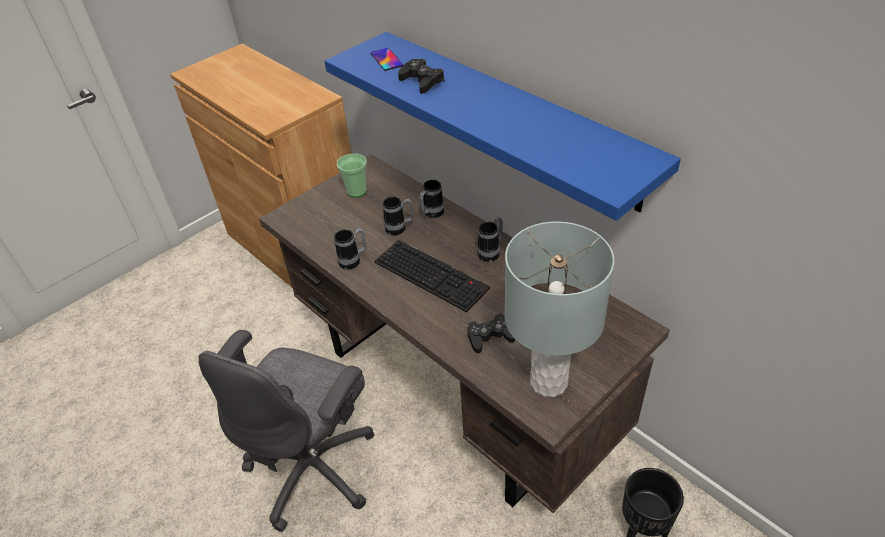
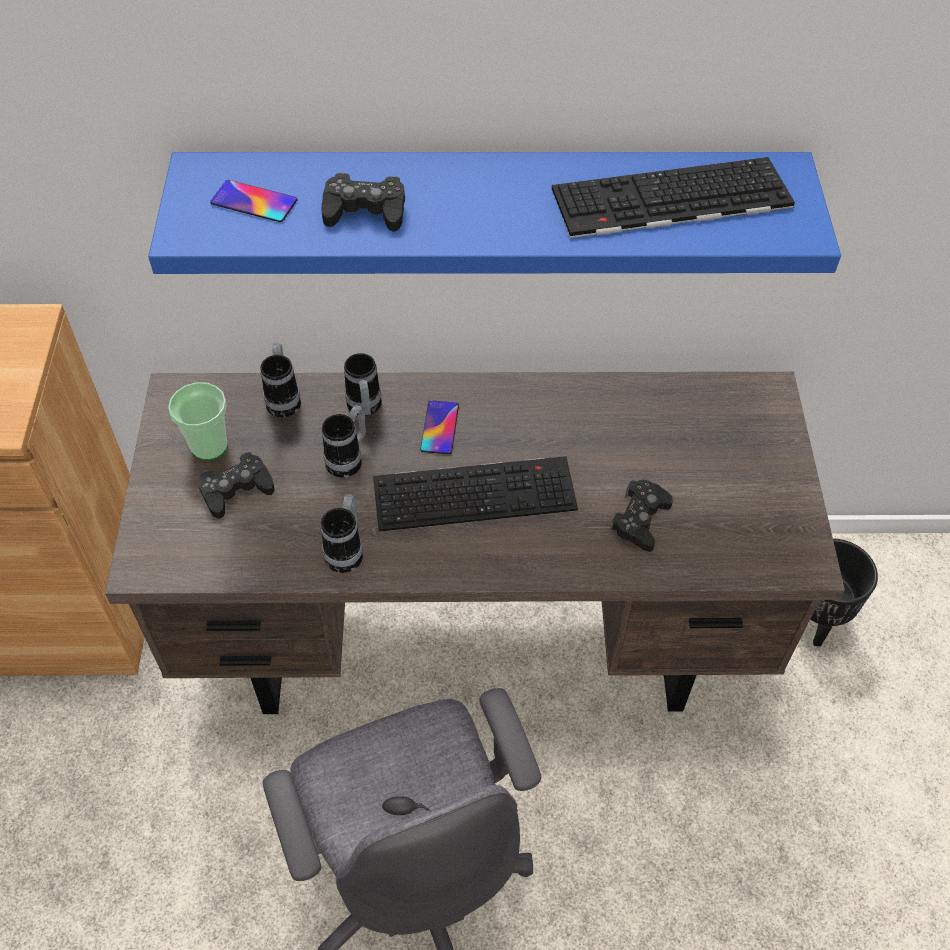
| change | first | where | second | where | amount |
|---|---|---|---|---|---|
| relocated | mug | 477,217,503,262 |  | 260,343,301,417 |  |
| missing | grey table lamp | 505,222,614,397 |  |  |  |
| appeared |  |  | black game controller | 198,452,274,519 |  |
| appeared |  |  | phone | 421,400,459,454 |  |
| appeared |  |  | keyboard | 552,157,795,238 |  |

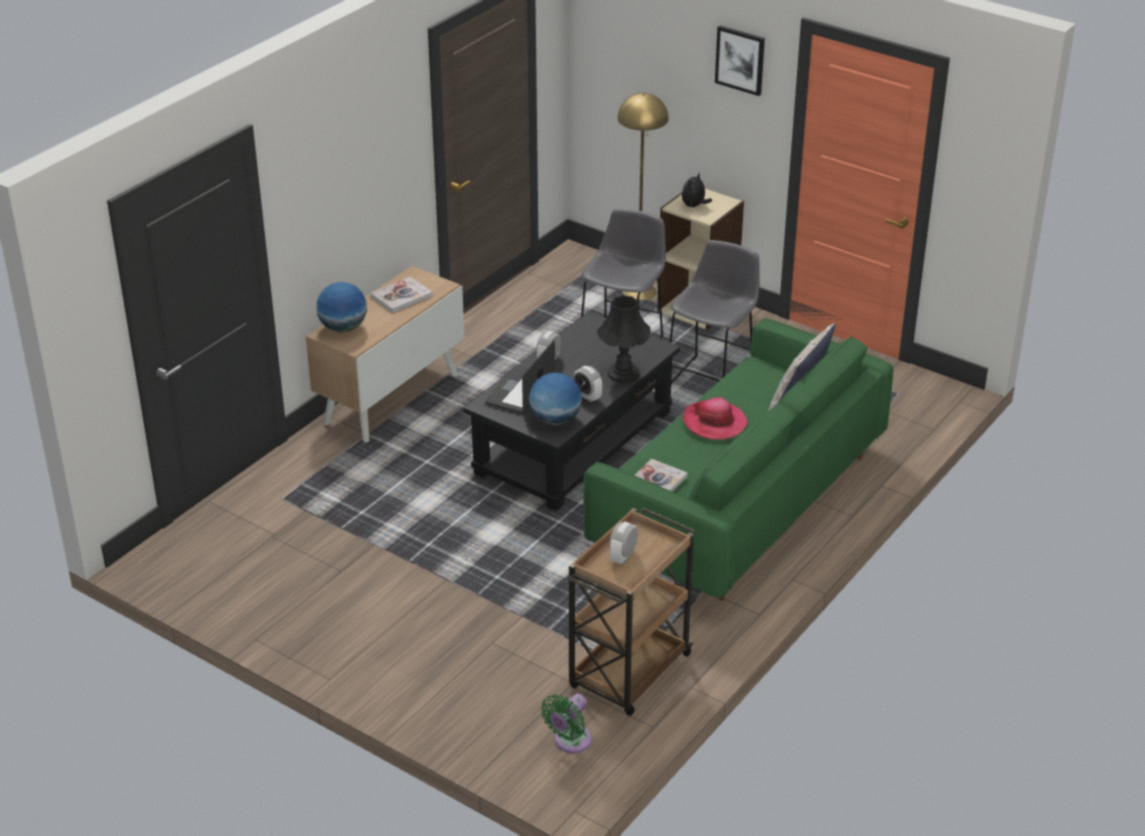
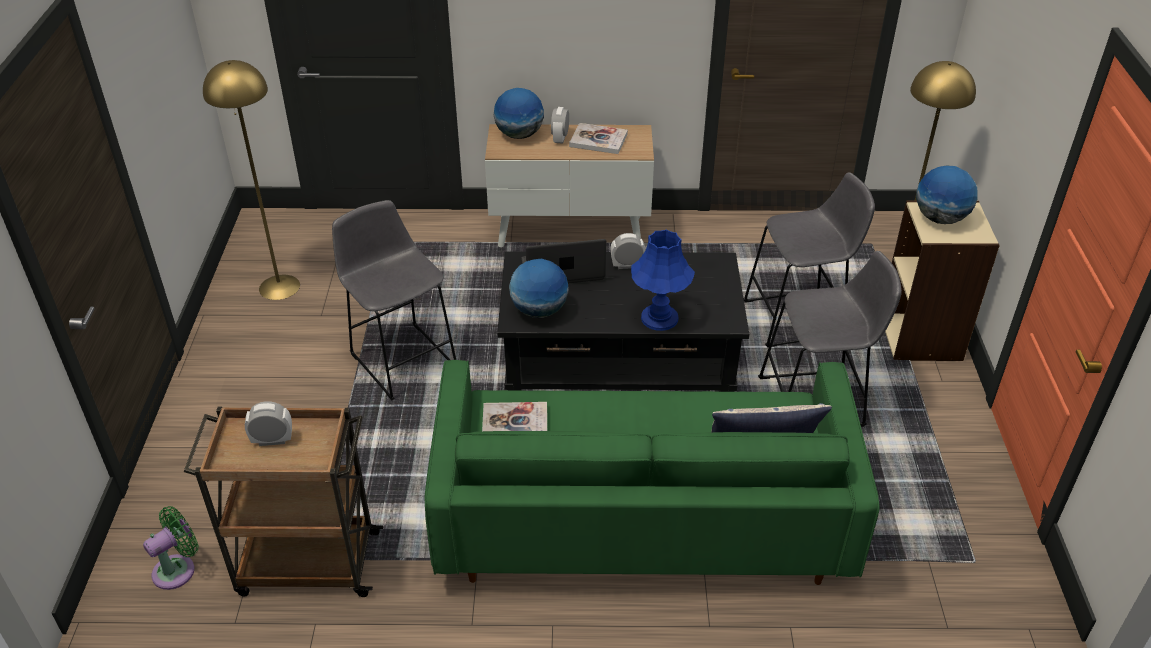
| change | first | where | second | where | amount |
|---|---|---|---|---|---|
| spun | green fan | 541,694,592,753 |  | 143,506,198,590 | 135 degrees clockwise |
| relocated | alarm clock | 573,366,602,402 |  | 551,107,569,144 |  |
| colour | black table lamp | 597,295,650,383 | blue table lamp | 631,229,695,331 |  |
| exchanged | plush toy | 682,173,712,207 | globe | 916,166,978,224 |  |
| missing | hat | 683,397,748,440 |  |  |  |
| missing | picture | 715,26,765,96 |  |  |  |
| appeared |  |  | yellow floor lamp | 203,60,300,300 |  |
| appeared |  |  | grey stool | 332,200,456,400 |  |

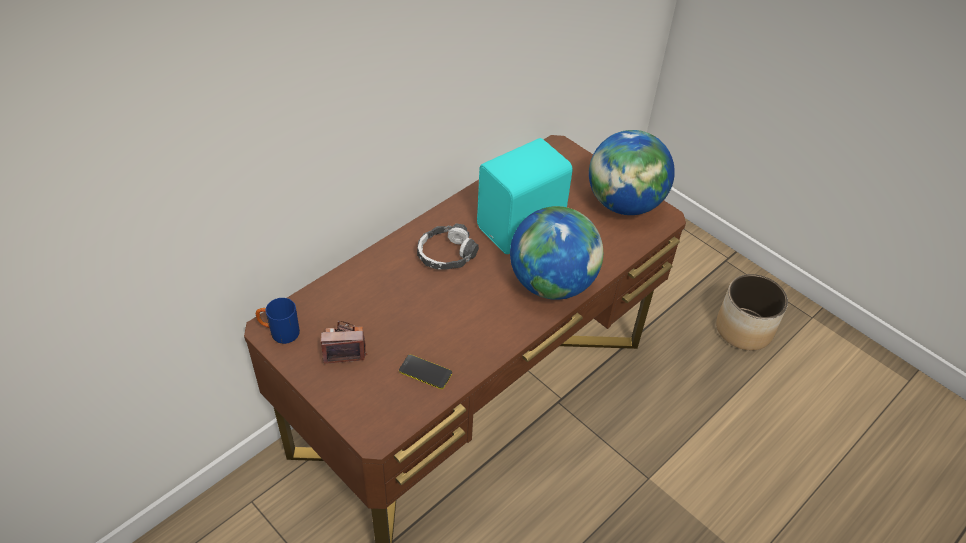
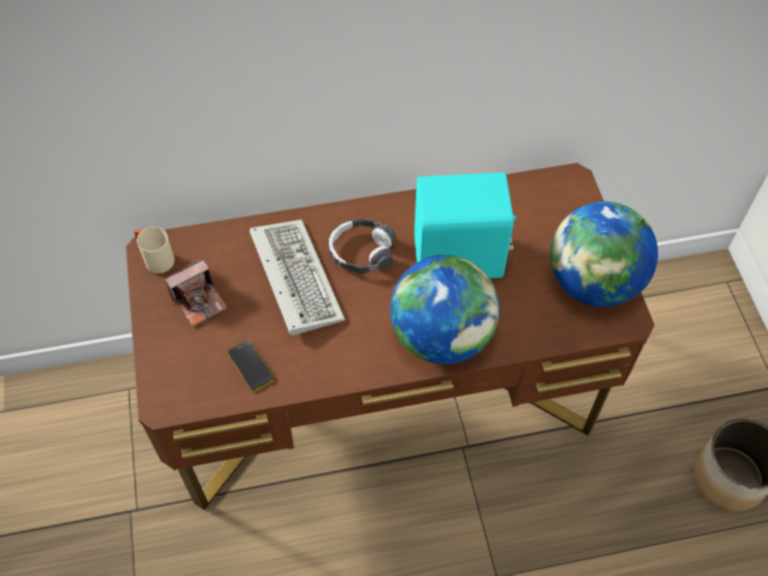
| change | first | where | second | where | amount |
|---|---|---|---|---|---|
| colour | blue mug | 256,298,300,344 | beige mug | 134,227,174,273 |  |
| spun | photo camera | 321,321,367,364 |  | 164,258,227,327 | 120 degrees clockwise |
| appeared |  |  | keyboard | 250,219,345,335 |  |

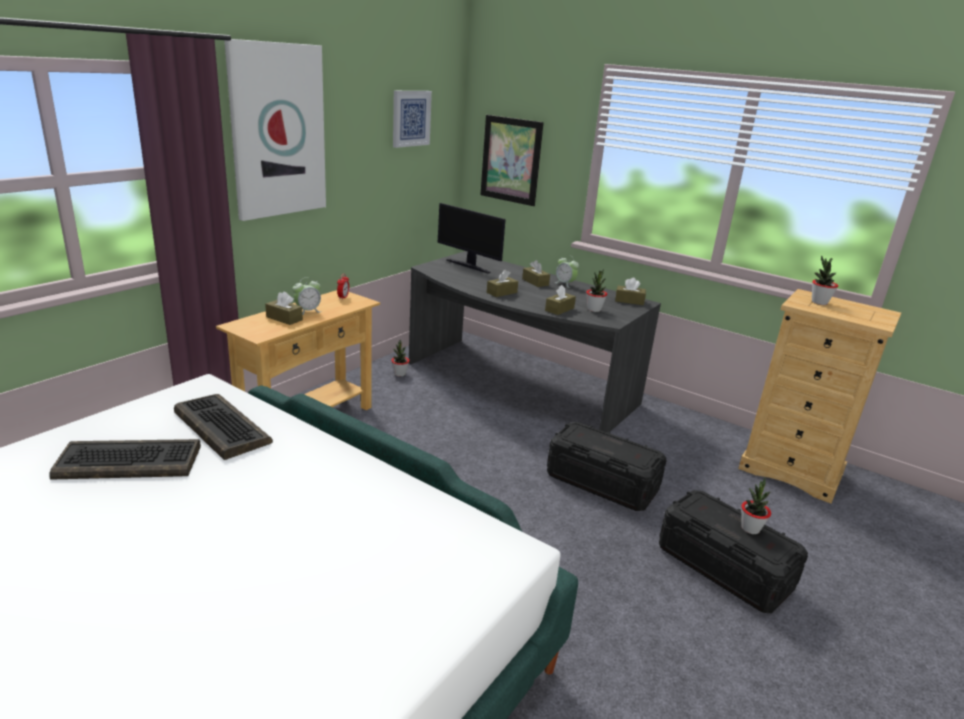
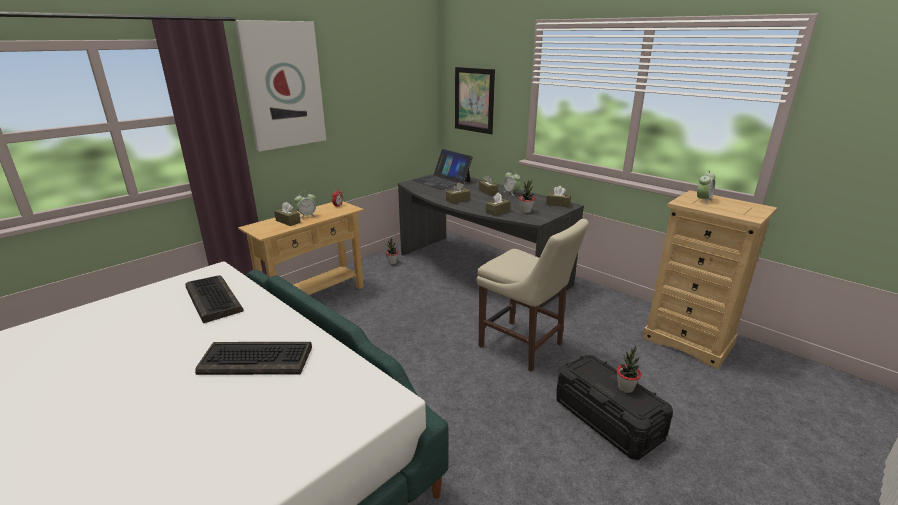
| change | first | where | second | where | amount |
|---|---|---|---|---|---|
| relocated | keyboard | 49,439,201,480 |  | 195,342,312,375 |  |
| missing | picture | 393,91,432,148 |  |  |  |
| exchanged | monitor | 437,203,506,274 | laptop | 412,149,473,190 |  |
| exchanged | black storage box | 547,422,667,511 | beige chair | 477,219,589,372 |  |
| exchanged | potted plant | 812,256,838,305 | alarm clock | 697,170,715,205 |  |

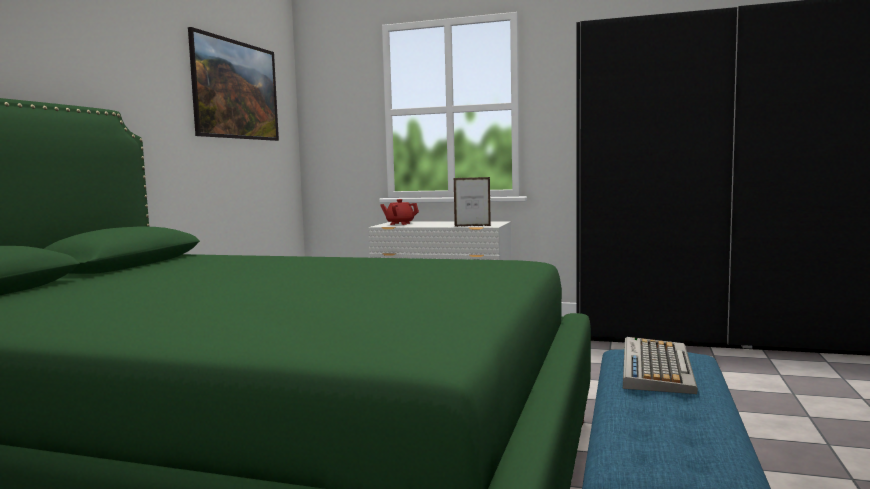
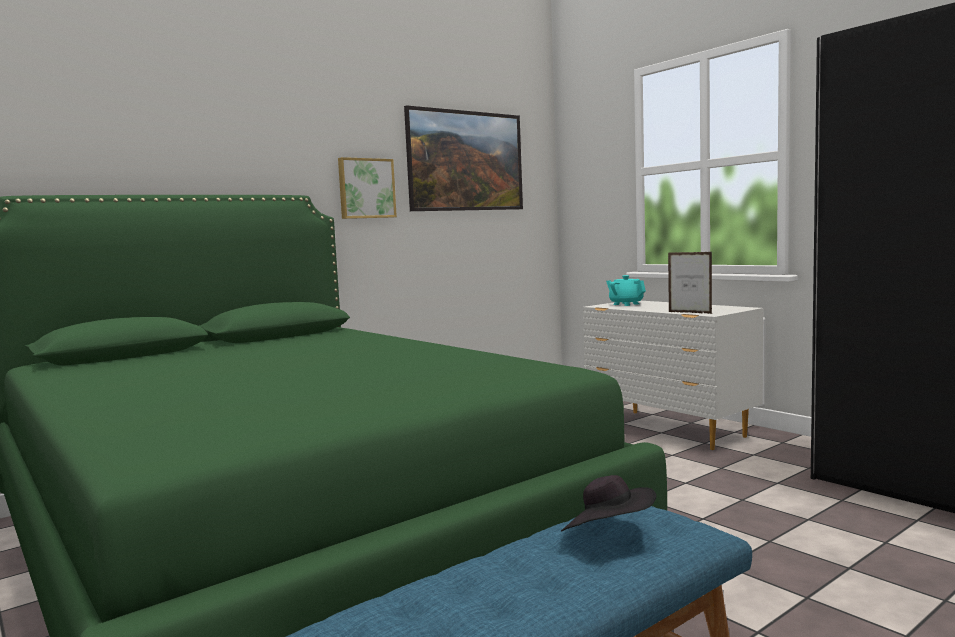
| change | first | where | second | where | amount |
|---|---|---|---|---|---|
| colour | red teapot | 380,199,419,225 | turquoise teapot | 606,275,646,306 |  |
| exchanged | keyboard | 623,337,698,394 | black hat | 561,475,656,531 |  |
| appeared |  |  | picture | 338,157,397,219 |  |

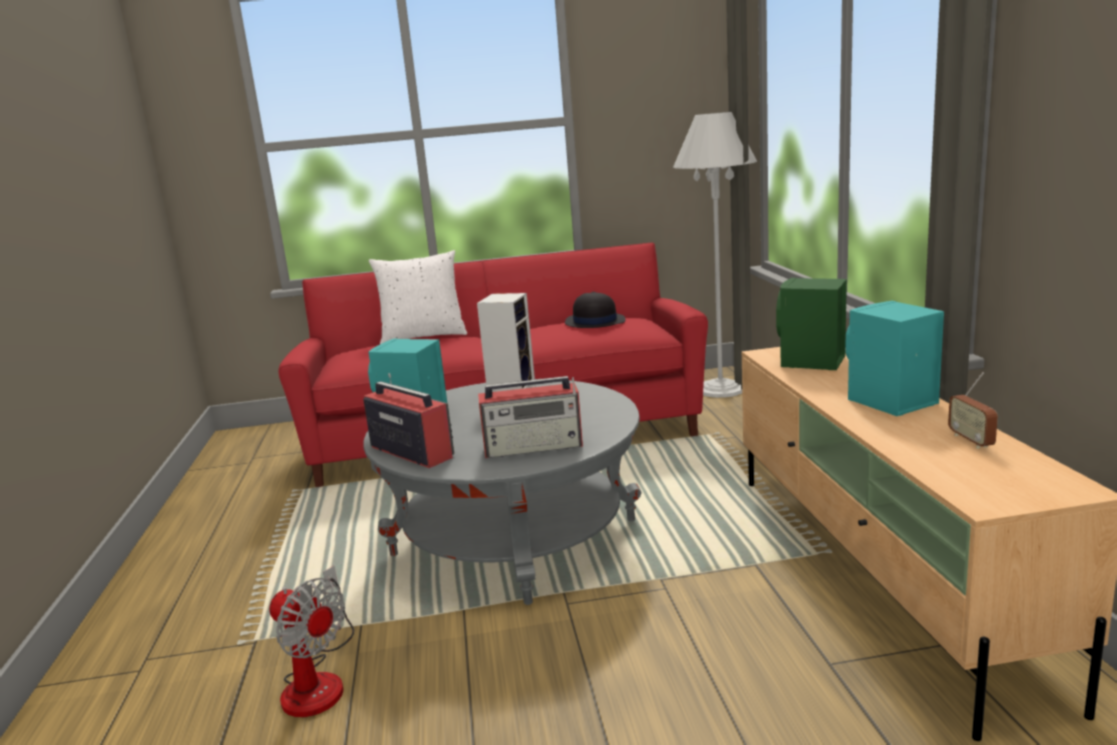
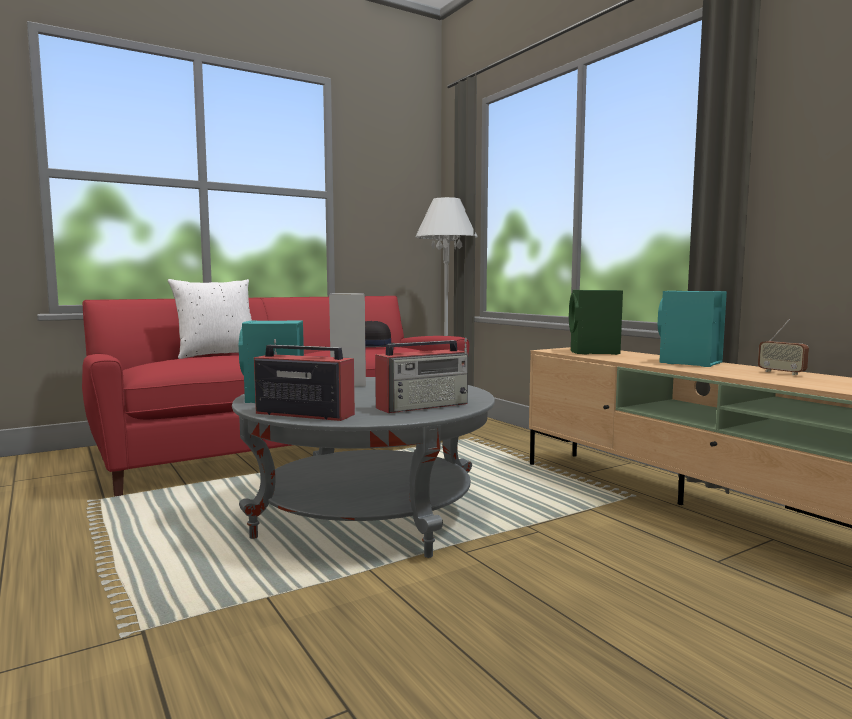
| change | first | where | second | where | amount |
|---|---|---|---|---|---|
| missing | fan | 269,566,354,717 |  |  |  |

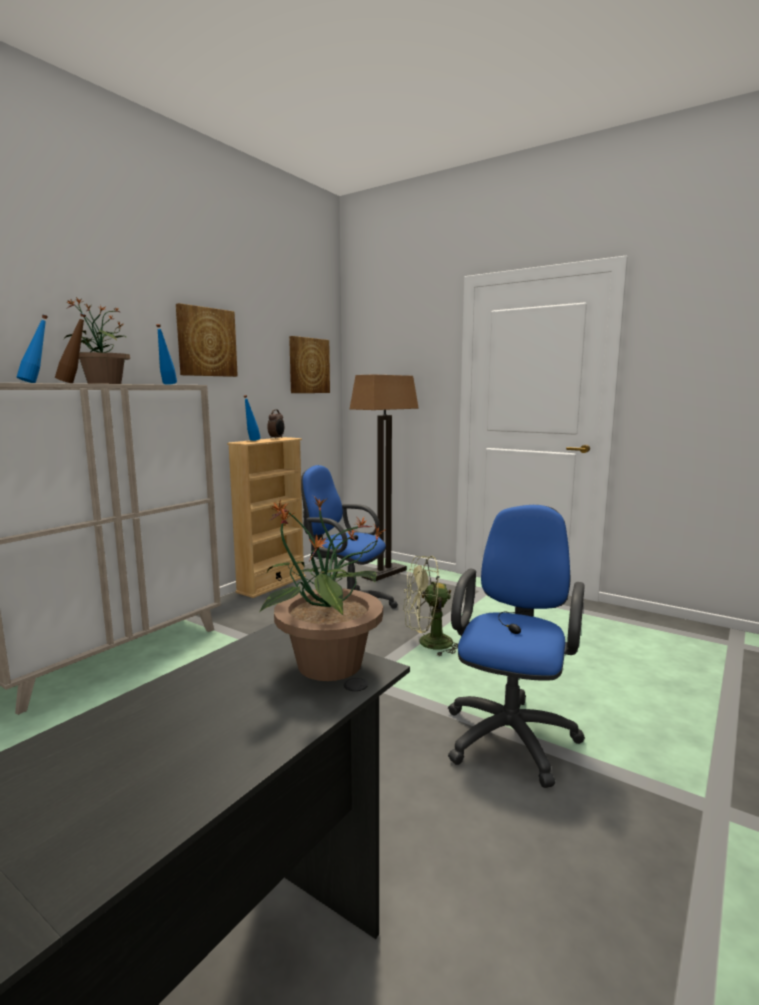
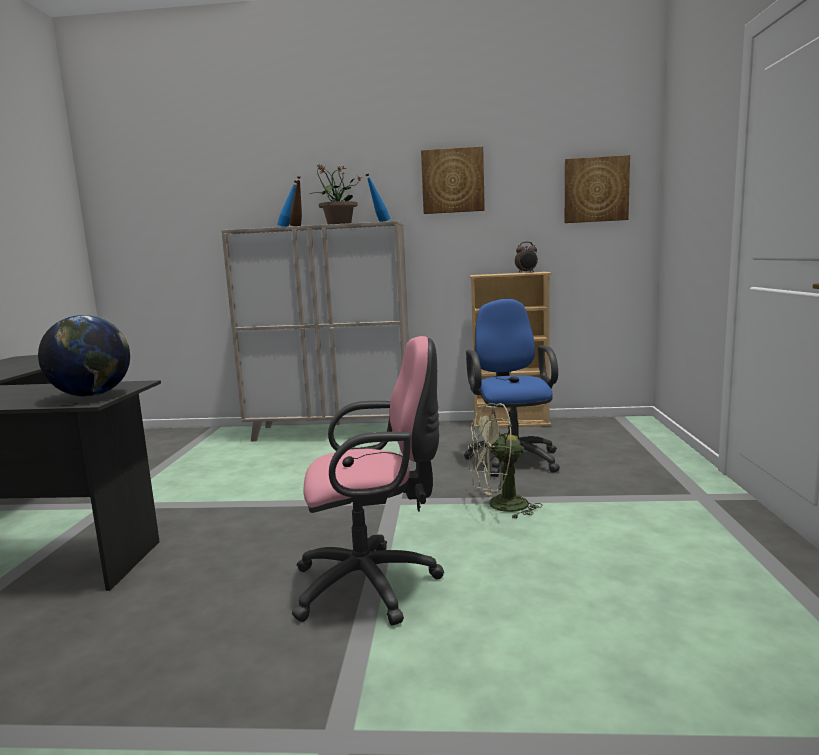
| change | first | where | second | where | amount |
|---|---|---|---|---|---|
| missing | blue bottle | 244,395,261,441 |  |  |  |
| exchanged | potted plant | 260,496,386,681 | globe | 38,315,130,397 |  |
| missing | floor lamp | 350,374,419,581 |  |  |  |
| spun | green fan | 403,556,459,656 |  | 468,403,543,518 | 60 degrees counterclockwise |
| colour | blue office chair | 448,505,585,788 | pink office chair | 292,336,444,626 |  |

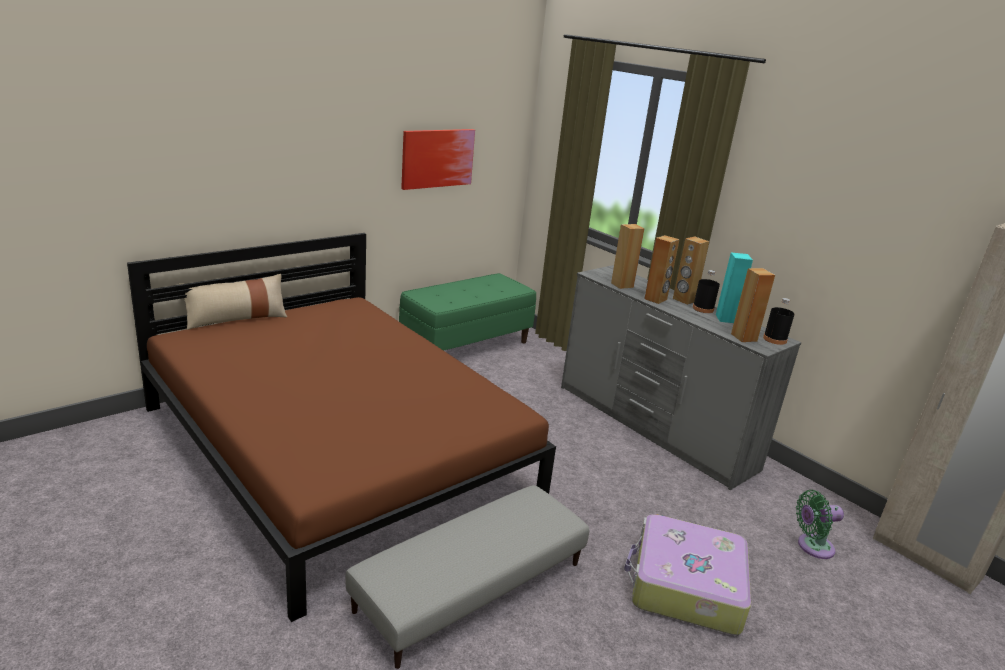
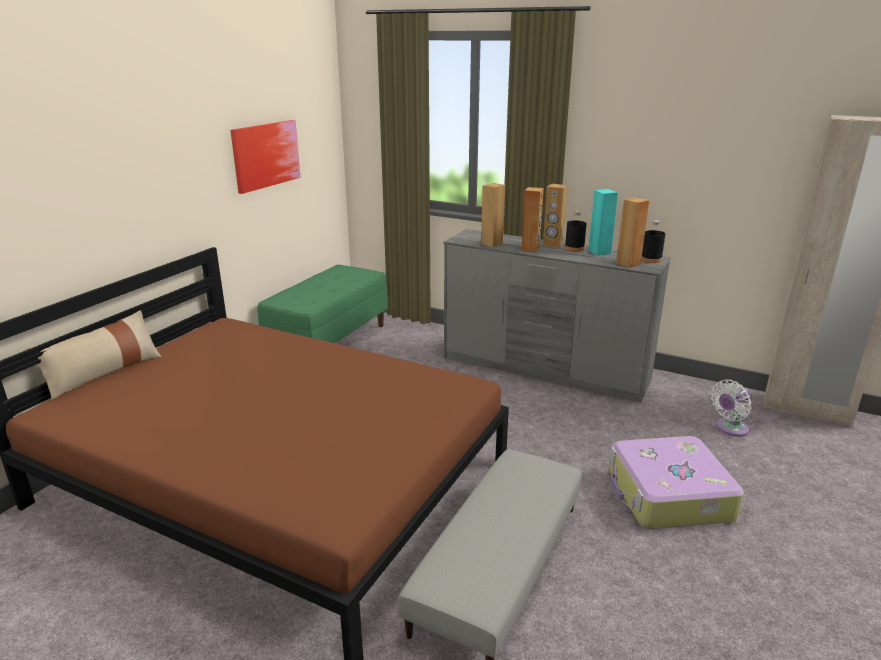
| change | first | where | second | where | amount |
|---|---|---|---|---|---|
| colour | green fan | 796,490,844,559 | white fan | 711,380,752,437 |  |

